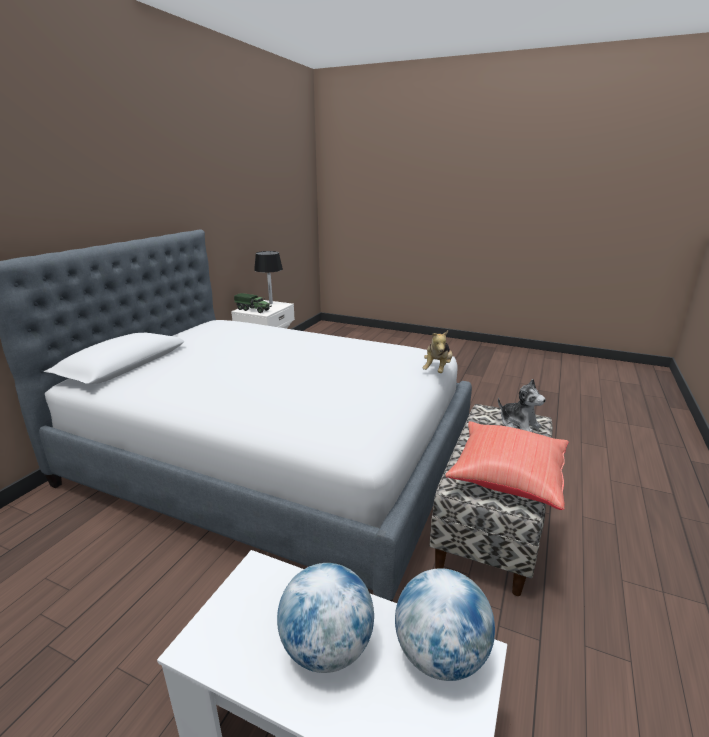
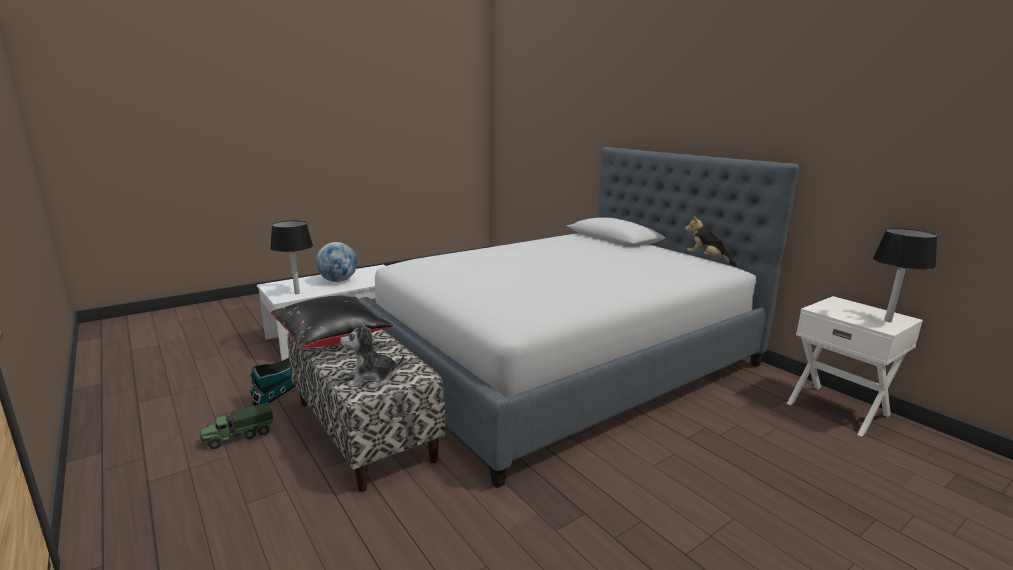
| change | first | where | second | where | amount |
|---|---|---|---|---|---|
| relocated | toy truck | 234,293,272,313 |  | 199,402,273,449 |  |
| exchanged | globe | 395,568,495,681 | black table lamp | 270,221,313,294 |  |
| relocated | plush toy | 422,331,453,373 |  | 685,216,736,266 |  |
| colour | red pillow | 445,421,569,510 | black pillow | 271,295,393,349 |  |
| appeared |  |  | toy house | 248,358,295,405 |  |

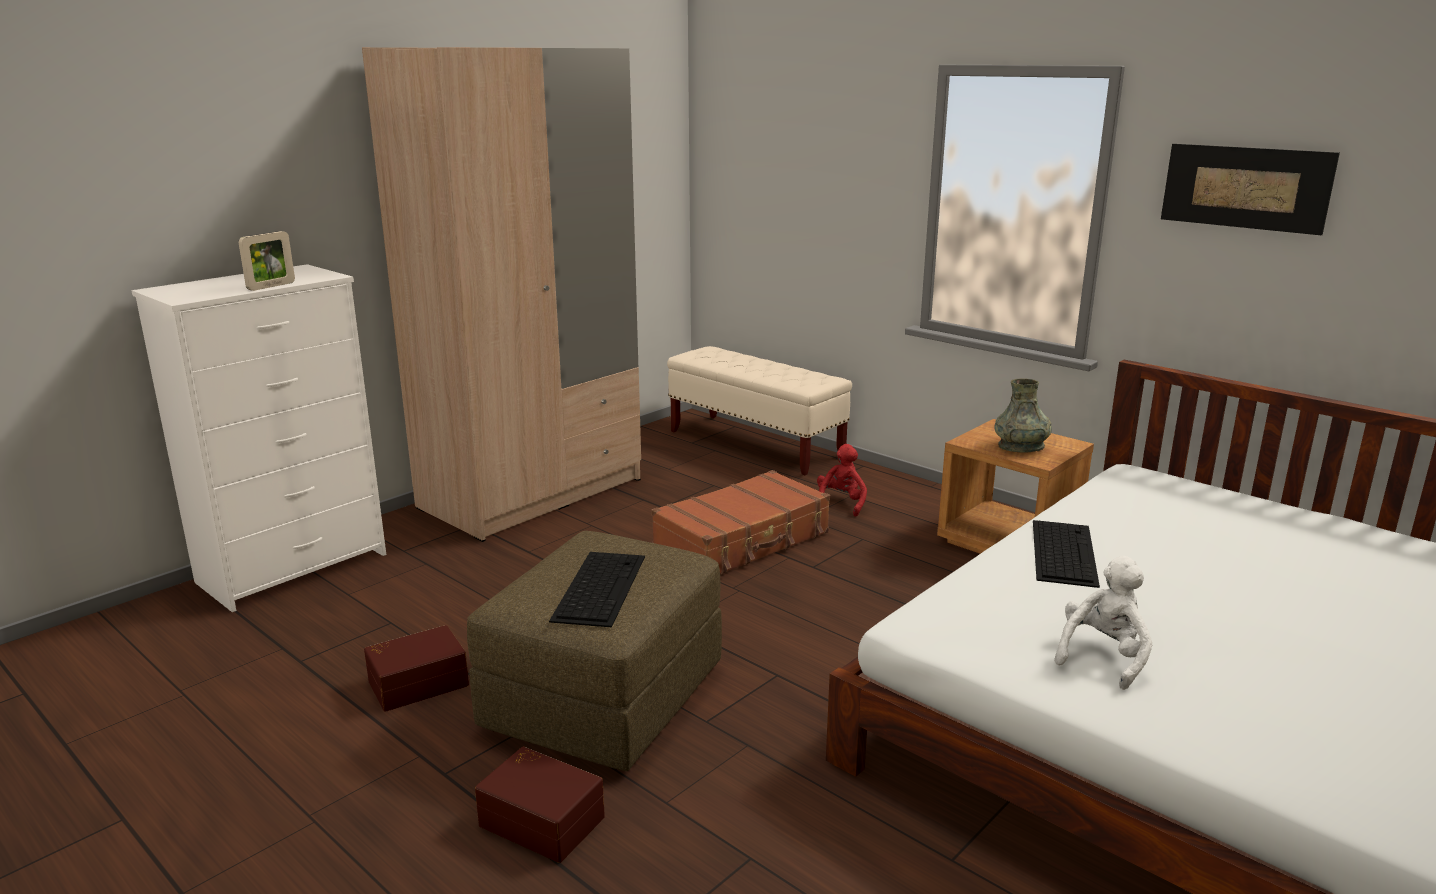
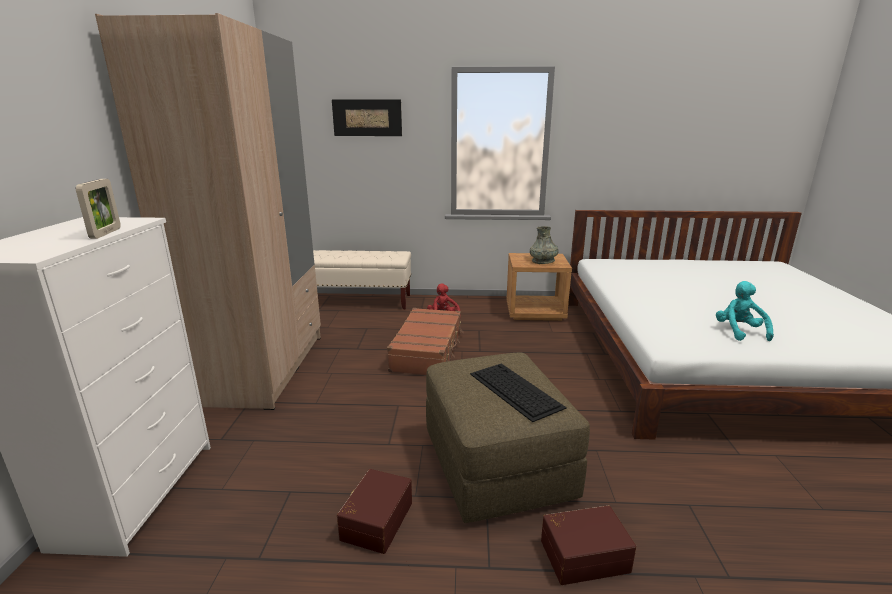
| change | first | where | second | where | amount |
|---|---|---|---|---|---|
| missing | keyboard | 1033,520,1100,588 |  |  |  |
| colour | white plush toy | 1054,556,1152,690 | turquoise plush toy | 716,281,774,341 |  |
| relocated | picture | 1161,144,1340,236 |  | 332,99,402,136 |  |

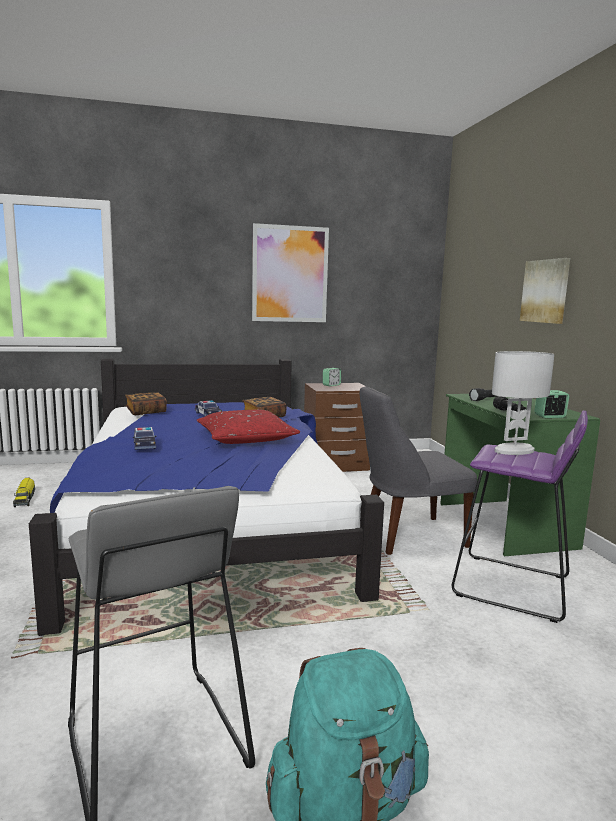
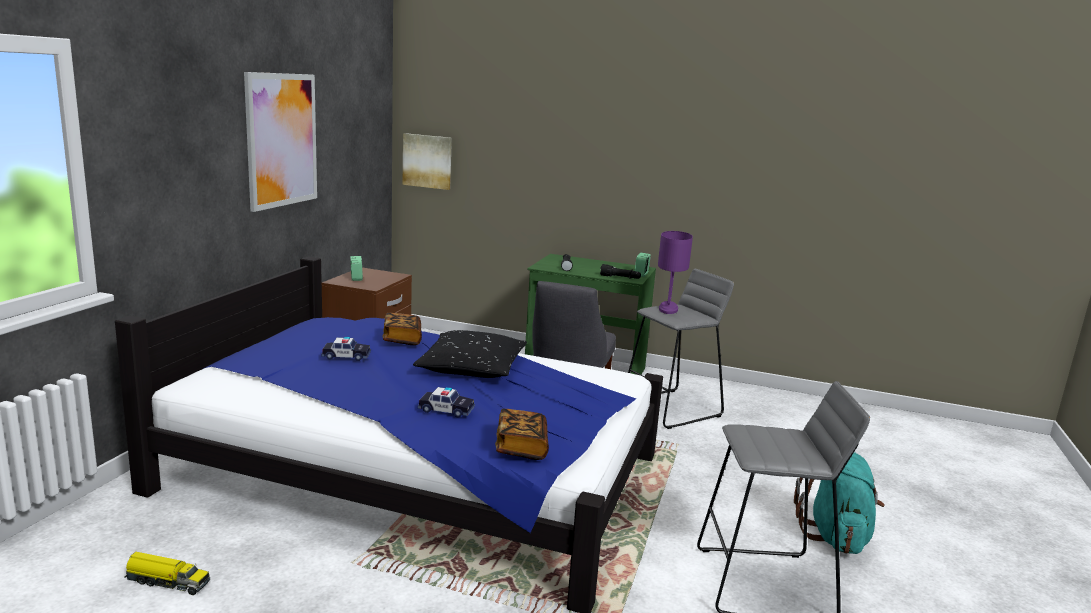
| change | first | where | second | where | amount |
|---|---|---|---|---|---|
| relocated | book | 125,392,167,415 |  | 495,409,549,460 |  |
| colour | red pillow | 197,410,300,444 | black pillow | 413,330,527,378 |  |
| colour | purple stool | 452,410,588,623 | grey stool | 628,269,734,429 |  |
| colour | white table lamp | 492,351,554,455 | purple table lamp | 658,231,693,314 |  |
| relocated | picture | 520,258,570,324 |  | 403,133,452,190 |  |

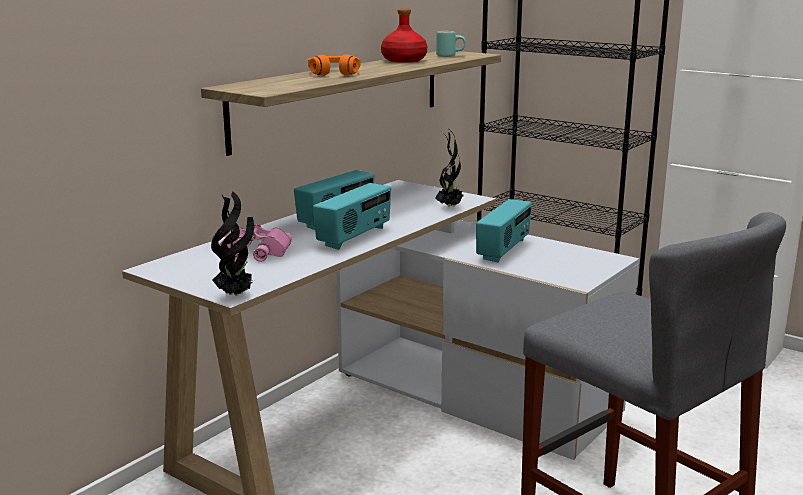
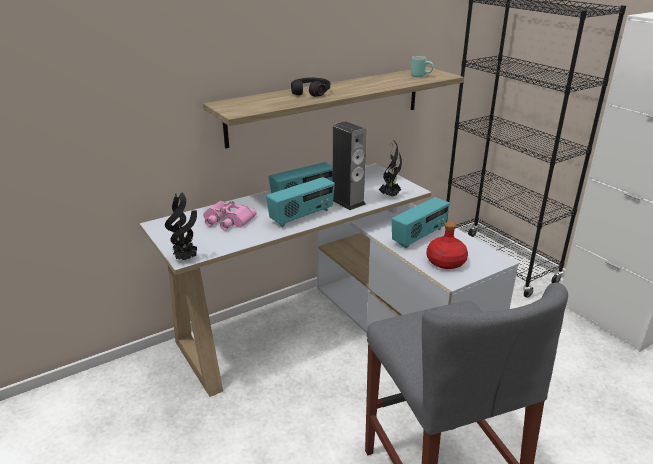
| change | first | where | second | where | amount |
|---|---|---|---|---|---|
| colour | orange headphones | 308,54,360,76 | black headphones | 291,78,330,97 |  |
| relocated | red bottle | 381,9,427,63 |  | 426,221,468,269 |  |
| appeared |  |  | speaker | 333,121,366,210 |  |

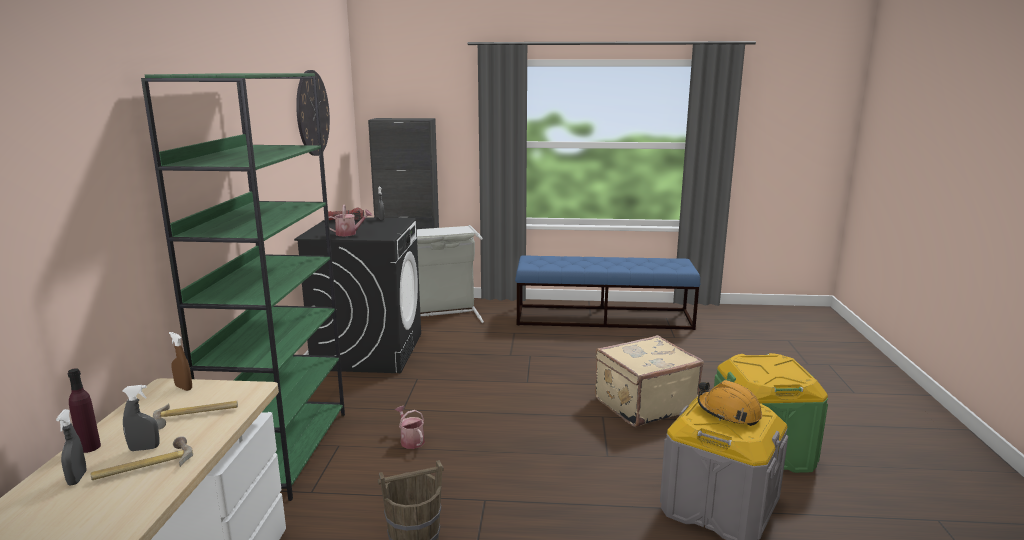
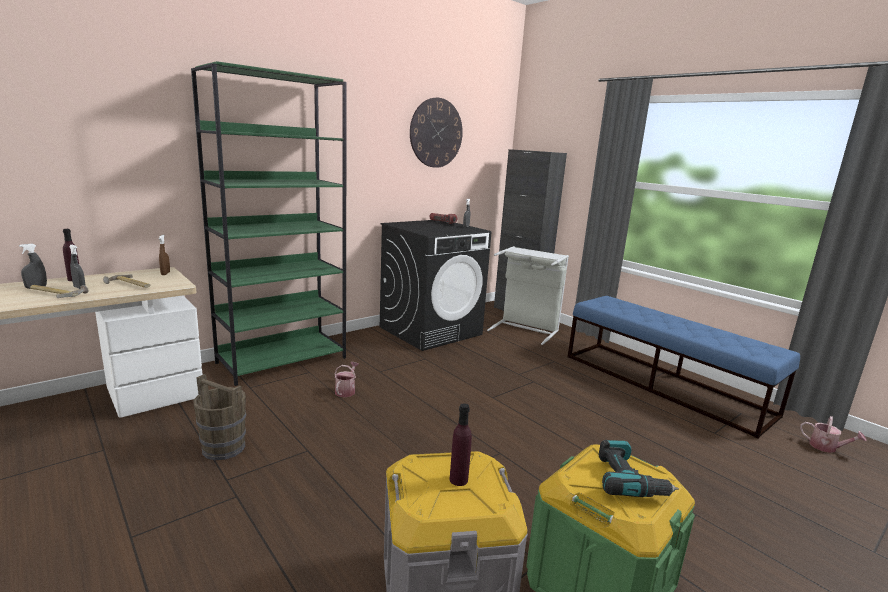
| change | first | where | second | where | amount |
|---|---|---|---|---|---|
| relocated | watering can | 328,204,373,236 |  | 800,416,867,453 |  |
| missing | beige suitcase | 595,335,704,427 |  |  |  |
| exchanged | orange hard hat | 698,380,762,426 | purple bottle | 449,403,472,486 |  |
| appeared |  |  | power drill | 599,440,679,497 |  |

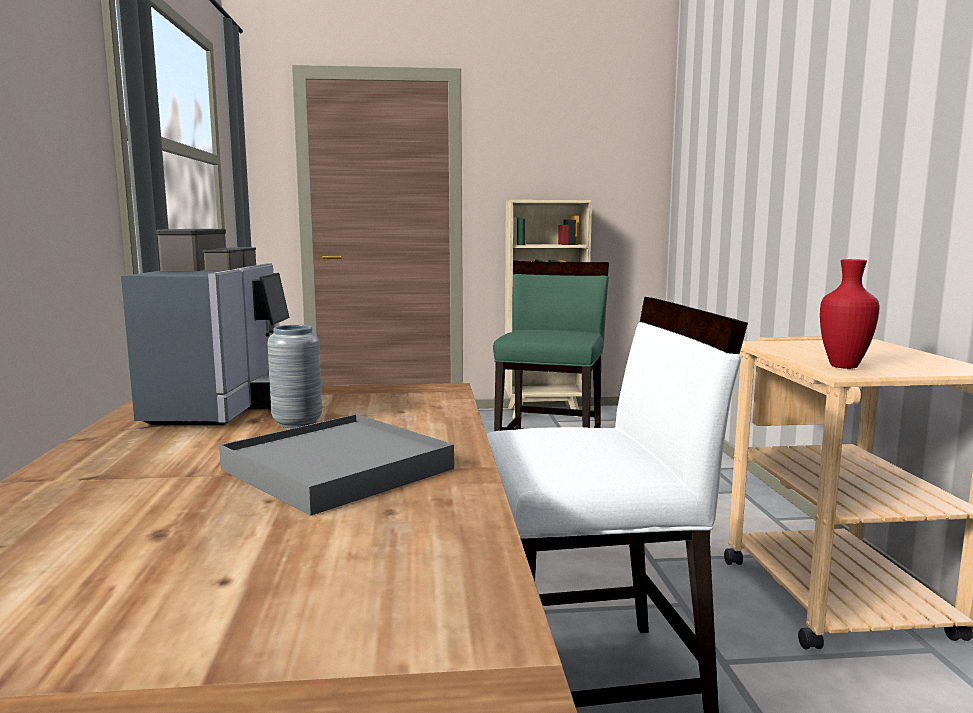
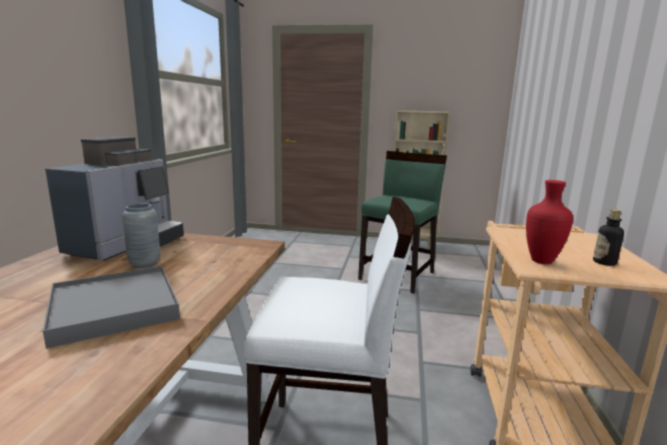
| change | first | where | second | where | amount |
|---|---|---|---|---|---|
| appeared |  |  | bottle | 593,209,624,266 |  |

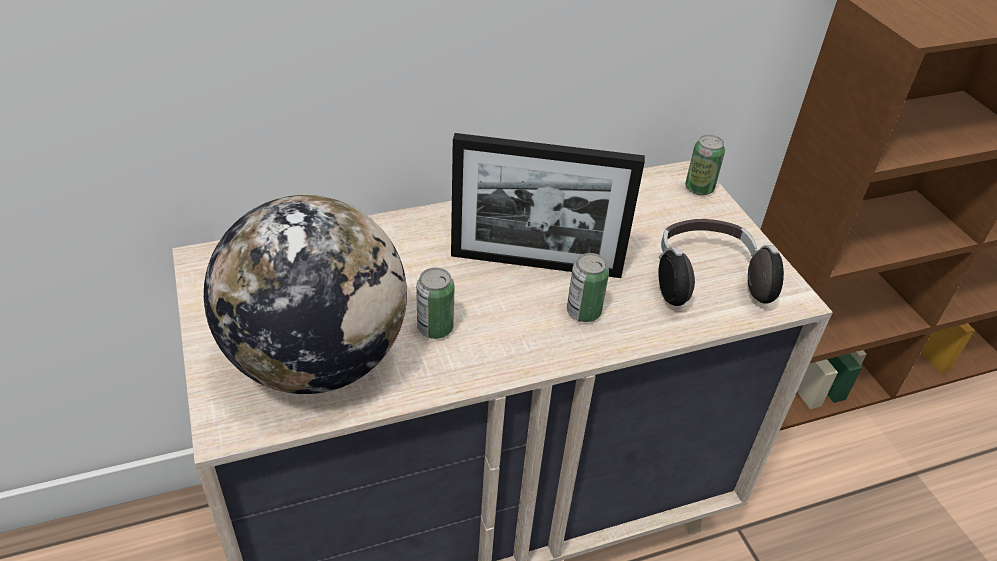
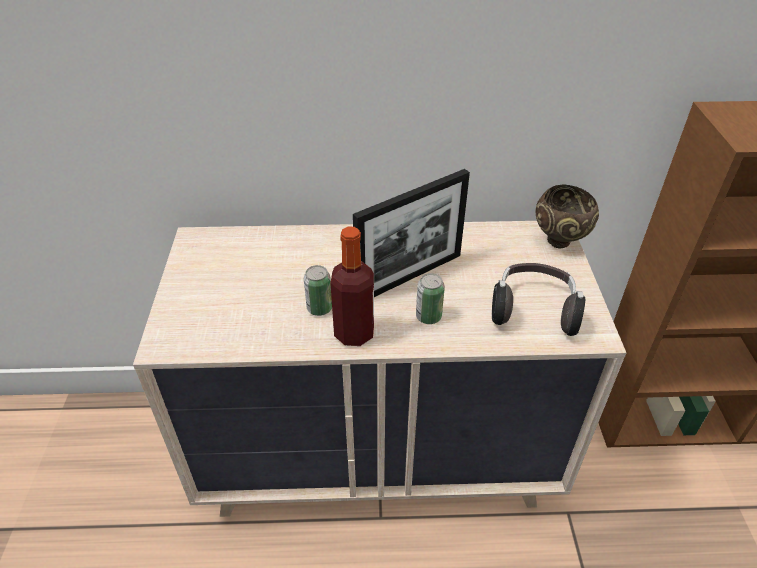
| change | first | where | second | where | amount |
|---|---|---|---|---|---|
| missing | globe | 204,195,407,394 |  |  |  |
| spun | picture frame | 451,133,645,278 |  | 353,169,470,297 | 60 degrees counterclockwise |
| exchanged | can | 685,135,725,195 | brown bowl | 536,185,599,248 |  |
| appeared |  |  | bottle | 330,227,374,346 |  |

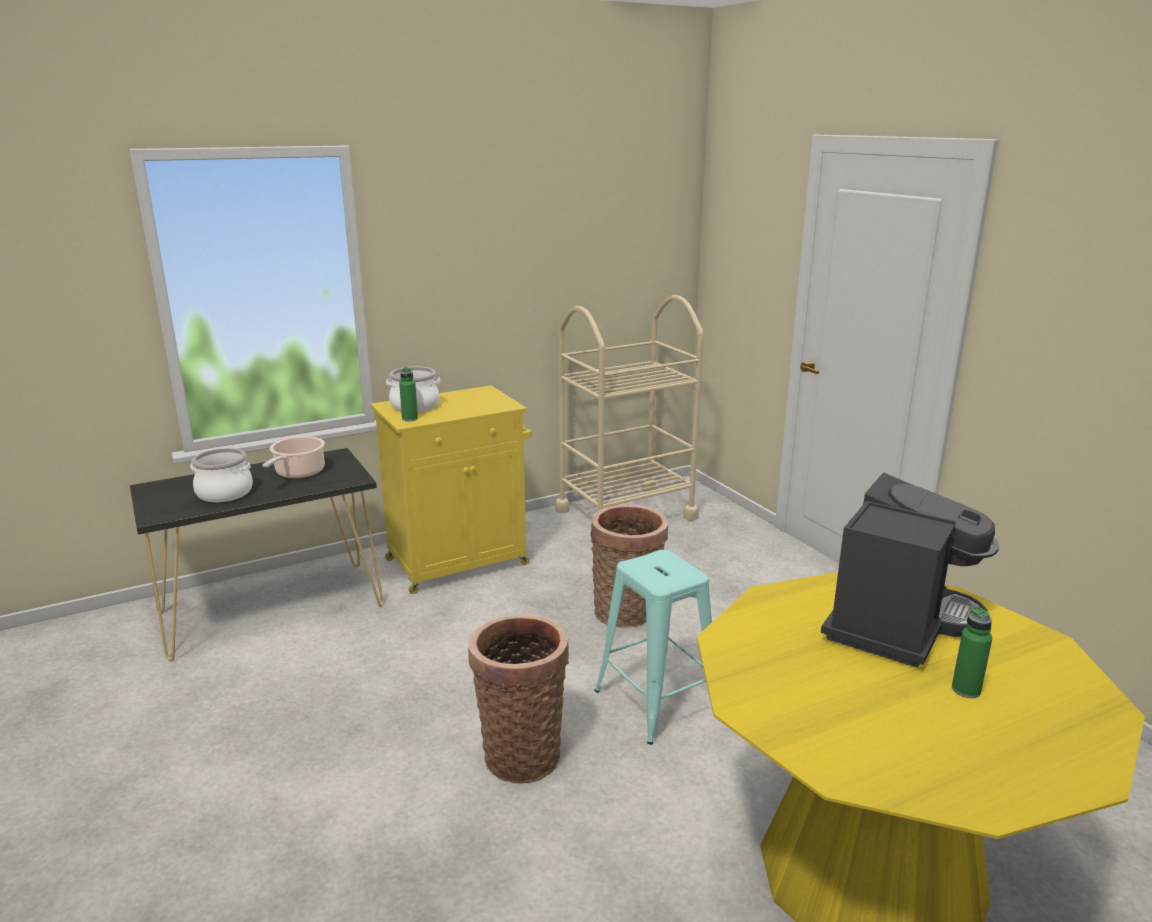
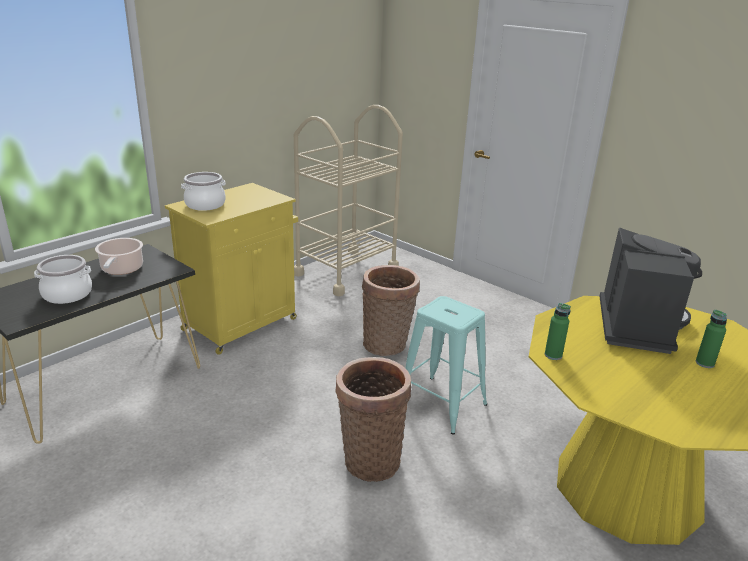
| change | first | where | second | where | amount |
|---|---|---|---|---|---|
| relocated | green bottle | 399,367,418,421 |  | 545,303,571,360 |  |

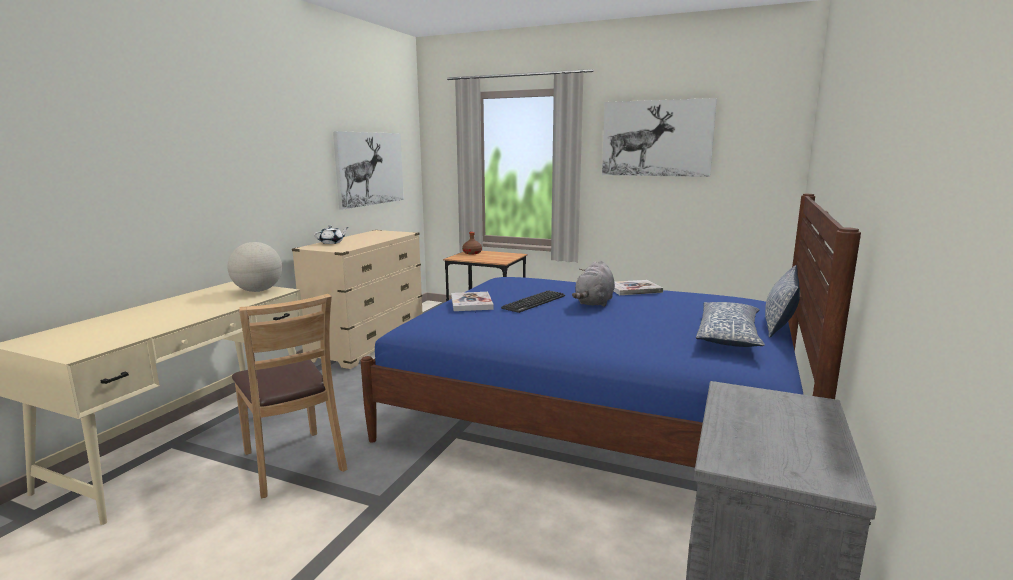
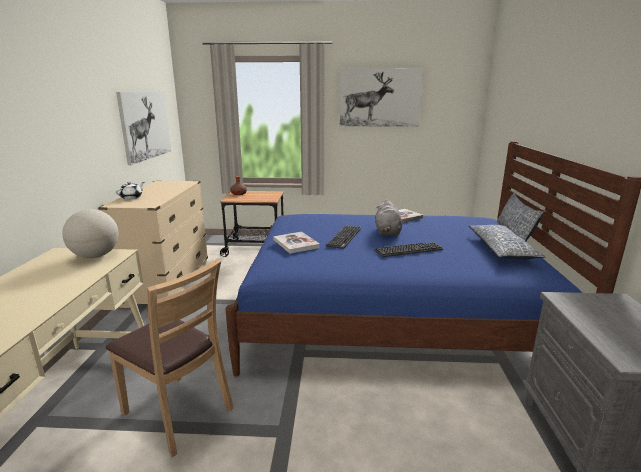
| change | first | where | second | where | amount |
|---|---|---|---|---|---|
| appeared |  |  | keyboard | 374,242,443,257 |  |

